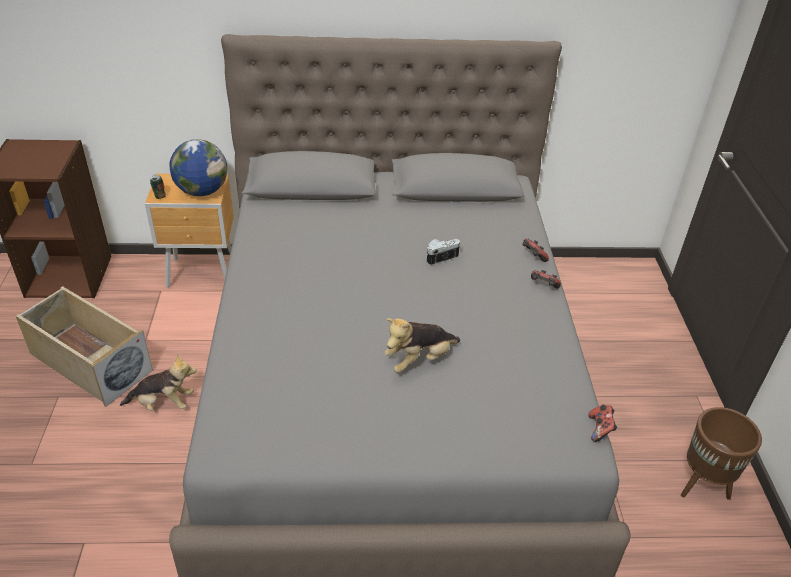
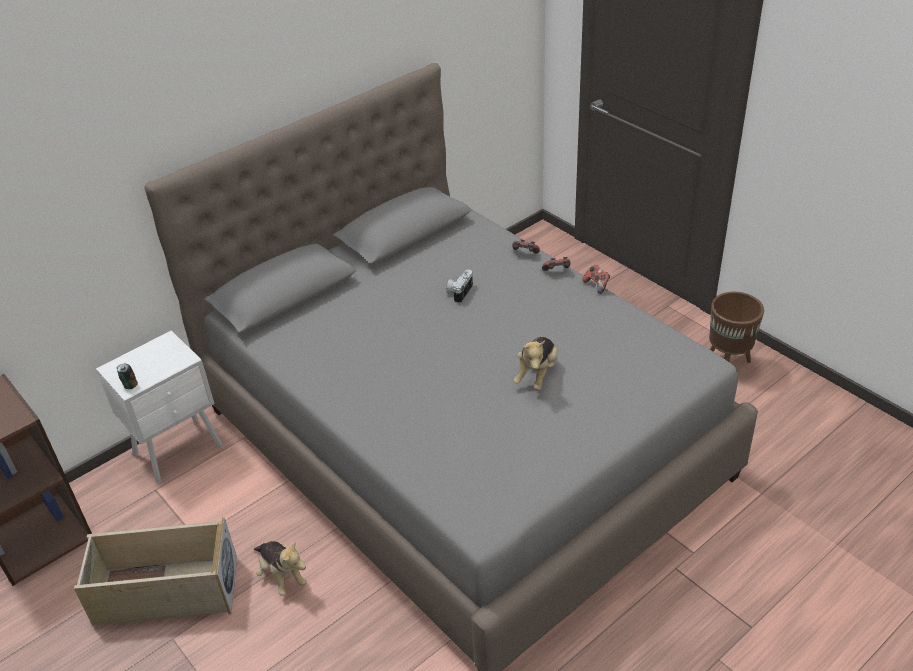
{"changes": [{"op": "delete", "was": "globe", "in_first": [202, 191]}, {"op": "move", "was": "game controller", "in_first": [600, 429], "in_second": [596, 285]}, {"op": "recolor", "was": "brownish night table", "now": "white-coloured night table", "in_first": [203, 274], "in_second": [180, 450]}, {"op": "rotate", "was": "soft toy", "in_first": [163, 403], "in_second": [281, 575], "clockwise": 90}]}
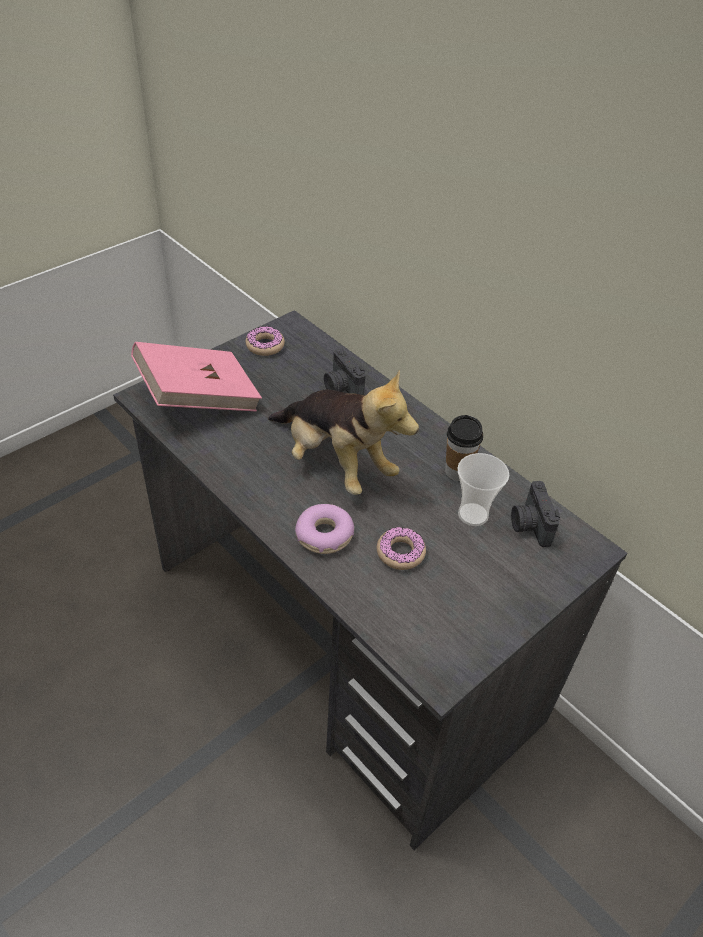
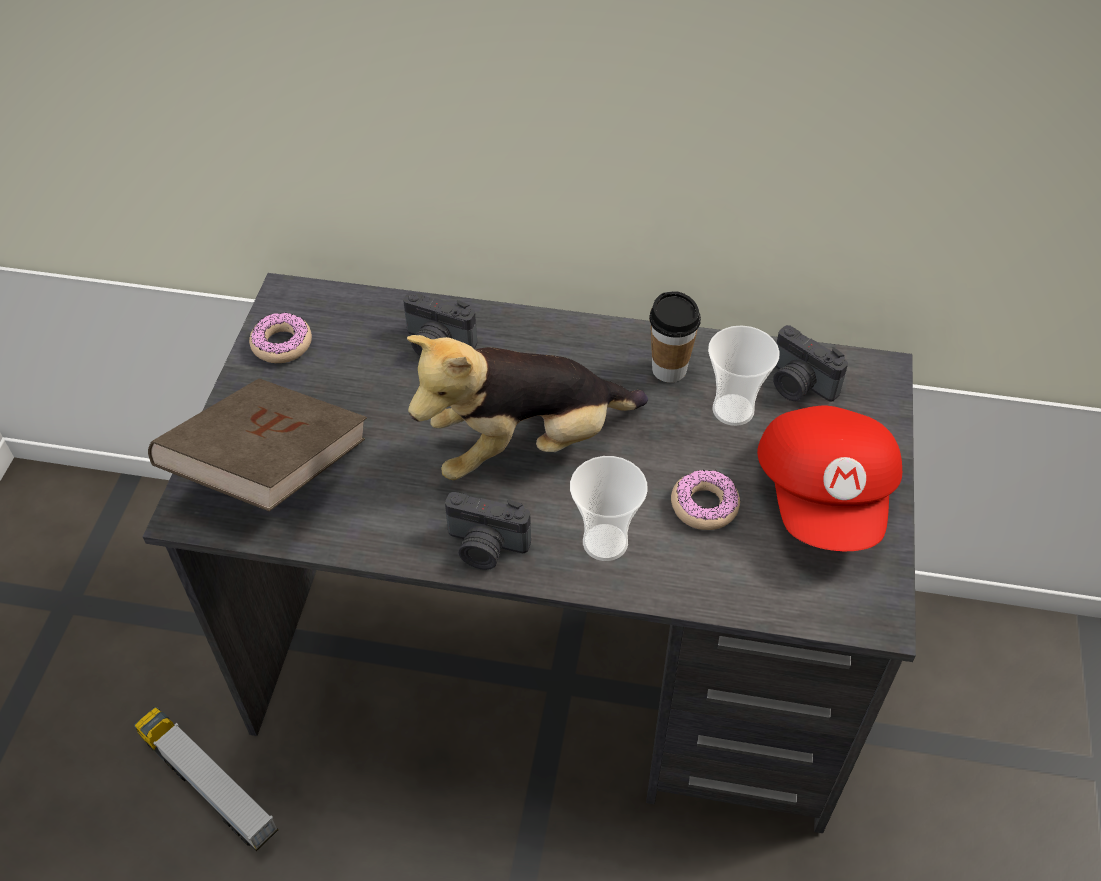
{"changes": [{"op": "insert", "now": "model truck", "in_second": [209, 786]}, {"op": "insert", "now": "still camera", "in_second": [485, 547]}, {"op": "insert", "now": "reddish cap", "in_second": [825, 496]}, {"op": "replace", "was": "doughnut", "now": "cup", "in_first": [324, 535], "in_second": [605, 542]}, {"op": "recolor", "was": "pink-coloured book", "now": "brownish book", "in_first": [198, 398], "in_second": [270, 468]}, {"op": "rotate", "was": "soft toy", "in_first": [335, 463], "in_second": [527, 445], "clockwise": 150}]}
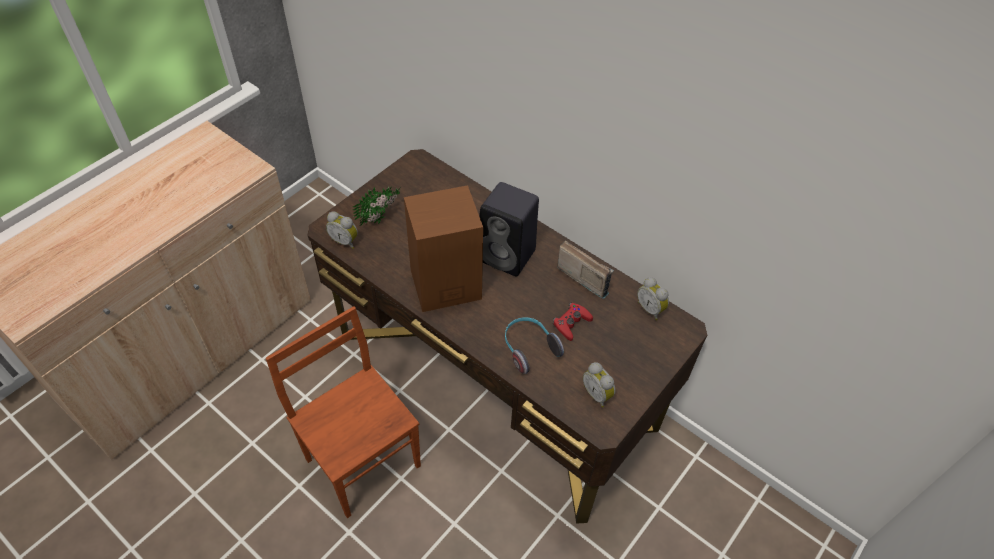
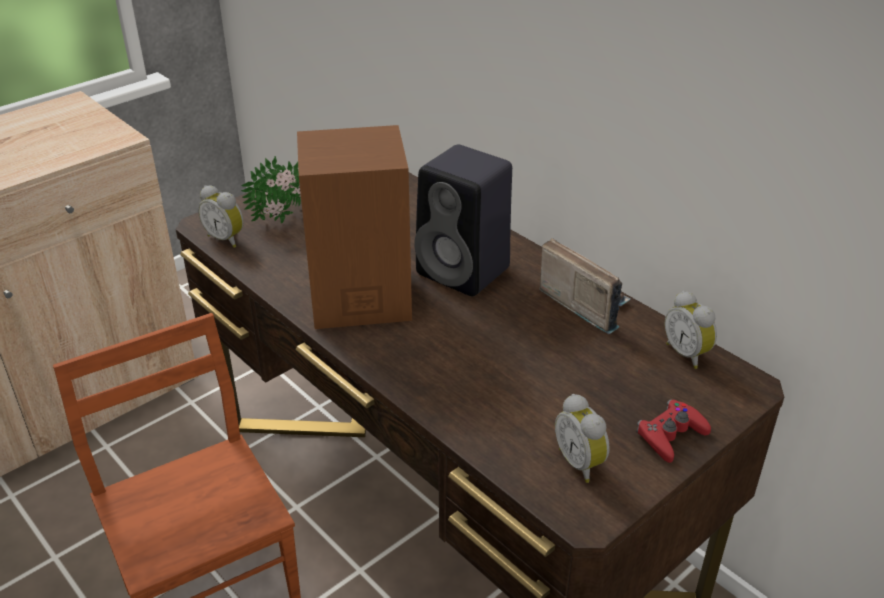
{"changes": [{"op": "delete", "was": "headset", "in_first": [529, 348]}, {"op": "move", "was": "reddish game controller", "in_first": [571, 323], "in_second": [671, 435]}]}
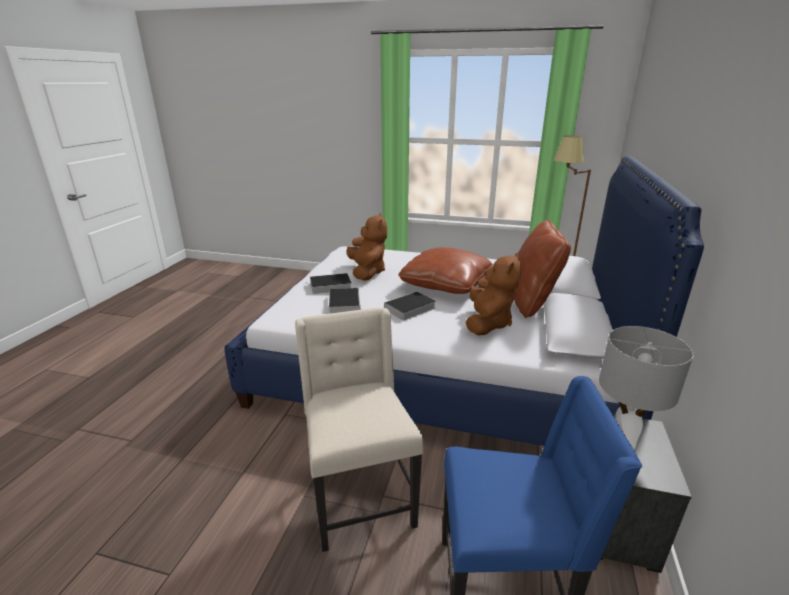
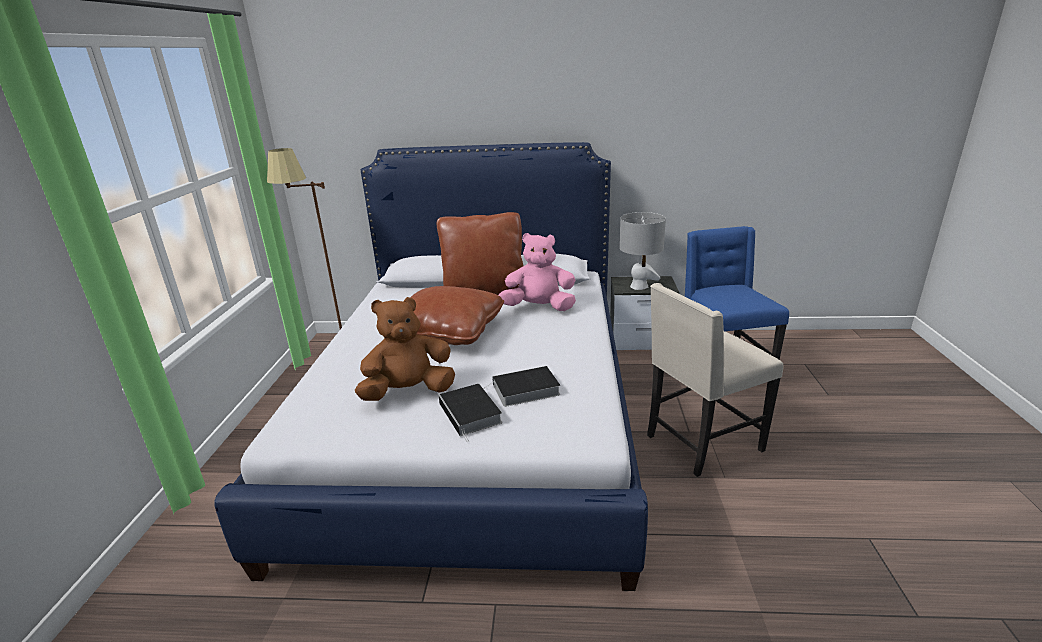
{"changes": [{"op": "delete", "was": "book", "in_first": [409, 309]}, {"op": "recolor", "was": "brownish soft toy", "now": "pink-coloured soft toy", "in_first": [488, 323], "in_second": [539, 307]}]}
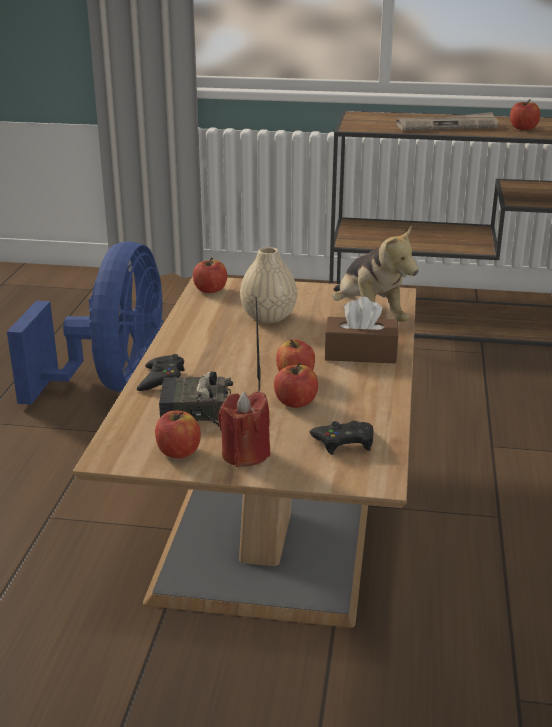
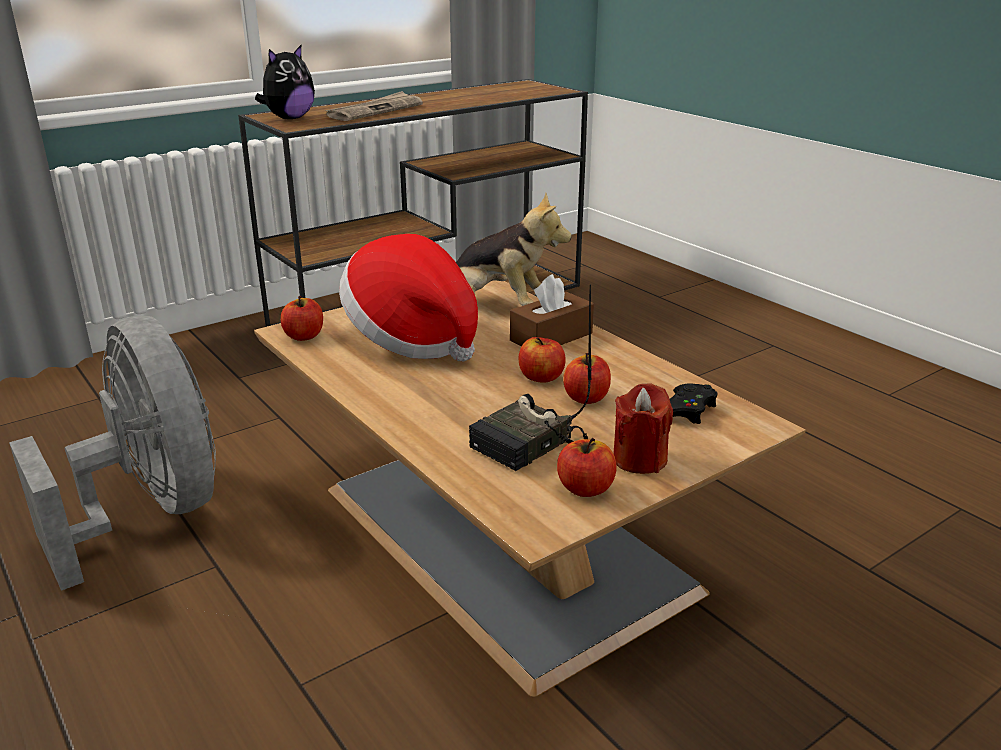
{"changes": [{"op": "delete", "was": "black-coloured game controller", "in_first": [162, 379]}, {"op": "delete", "was": "apple fruit", "in_first": [523, 128]}, {"op": "insert", "now": "soft toy", "in_second": [289, 118]}, {"op": "replace", "was": "beige vase", "now": "wearable hat", "in_first": [268, 317], "in_second": [412, 338]}, {"op": "recolor", "was": "bluish electric fan", "now": "greyish electric fan", "in_first": [113, 384], "in_second": [151, 511]}]}
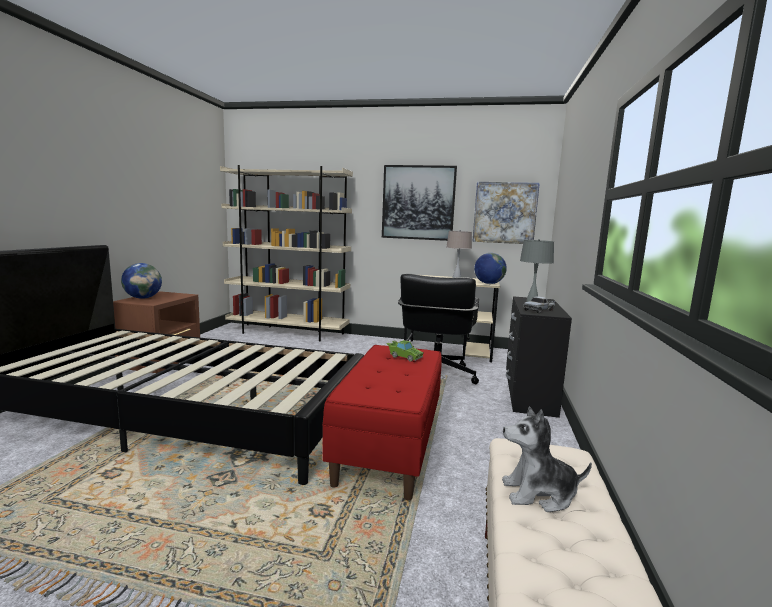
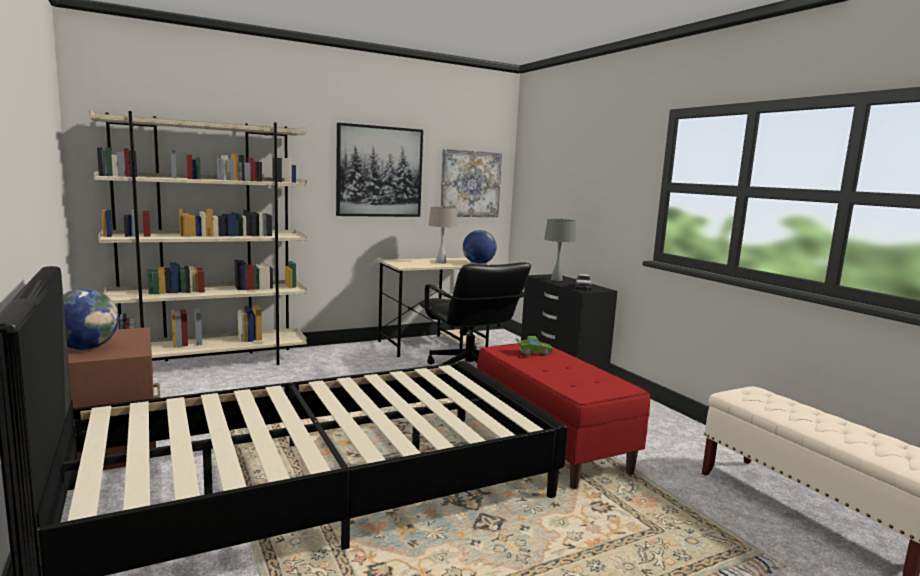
{"changes": [{"op": "delete", "was": "soft toy", "in_first": [539, 494]}]}
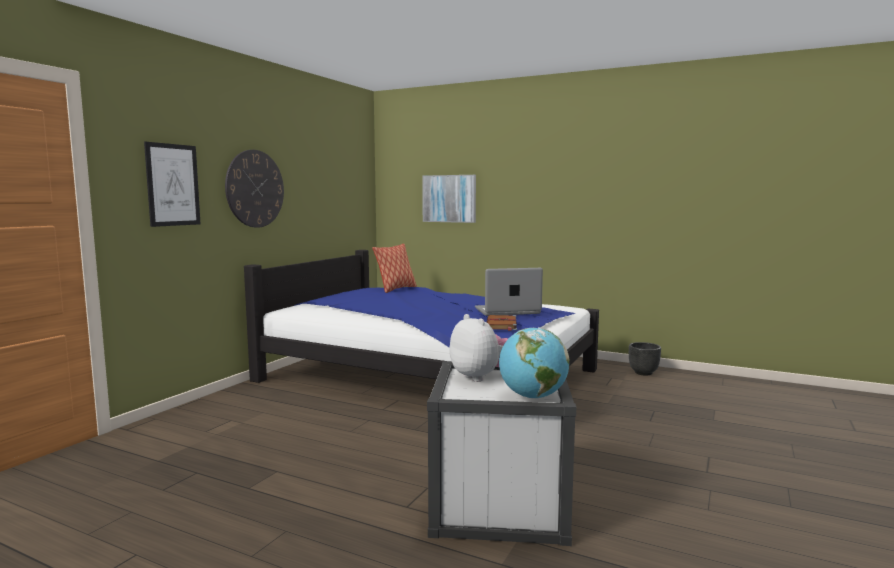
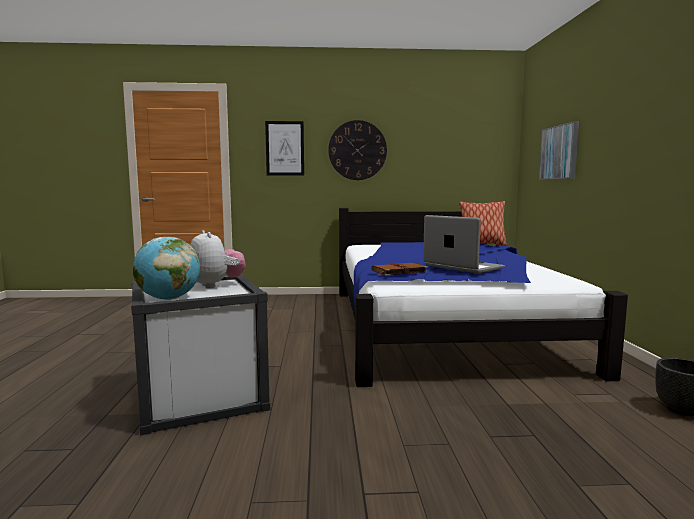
{"changes": [{"op": "rotate", "was": "soft toy", "in_first": [481, 377], "in_second": [216, 285], "clockwise": -60}]}
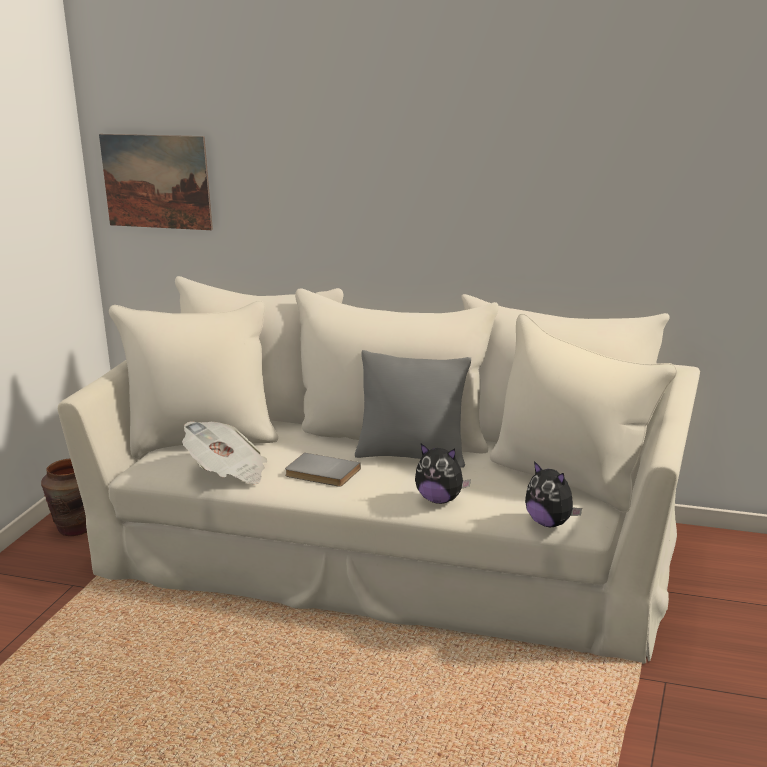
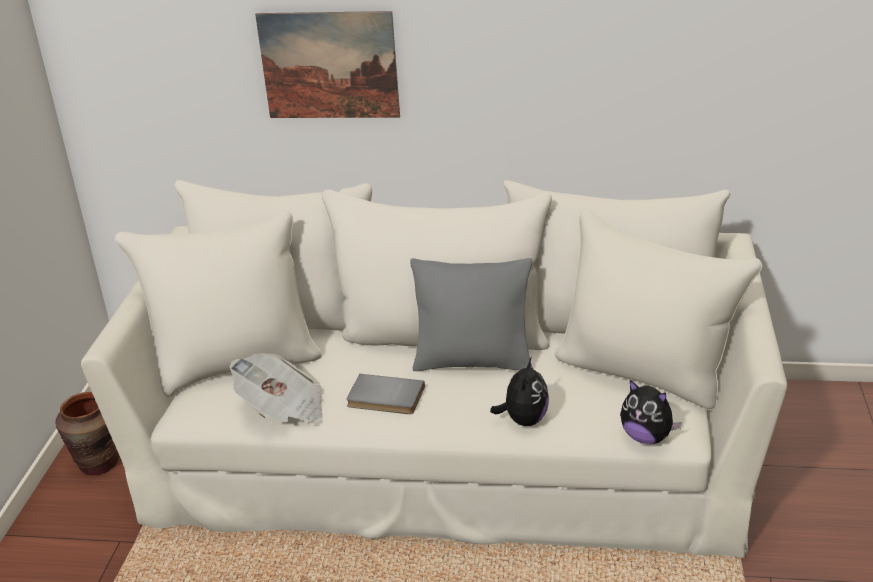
{"changes": [{"op": "move", "was": "picture", "in_first": [156, 181], "in_second": [329, 65]}, {"op": "rotate", "was": "soft toy", "in_first": [440, 500], "in_second": [524, 420], "clockwise": -90}]}
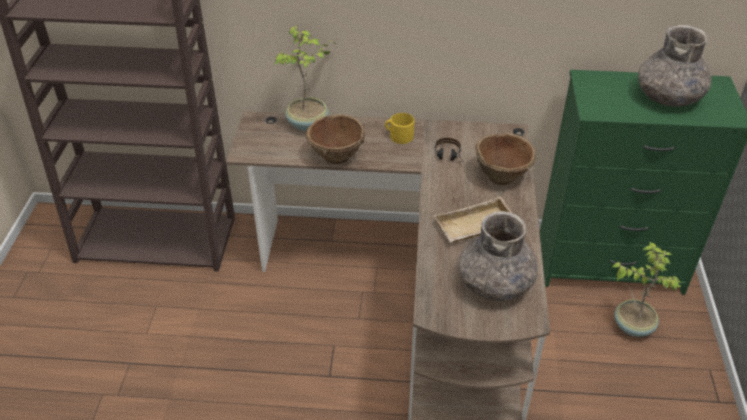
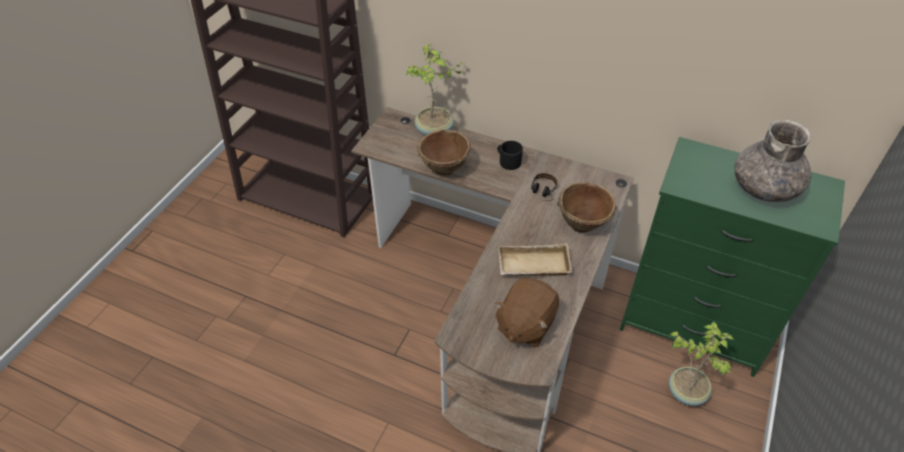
{"changes": [{"op": "replace", "was": "greyish vase", "now": "brownish soft toy", "in_first": [495, 283], "in_second": [525, 324]}, {"op": "recolor", "was": "yellow tea mug", "now": "black-coloured tea mug", "in_first": [398, 136], "in_second": [508, 161]}]}
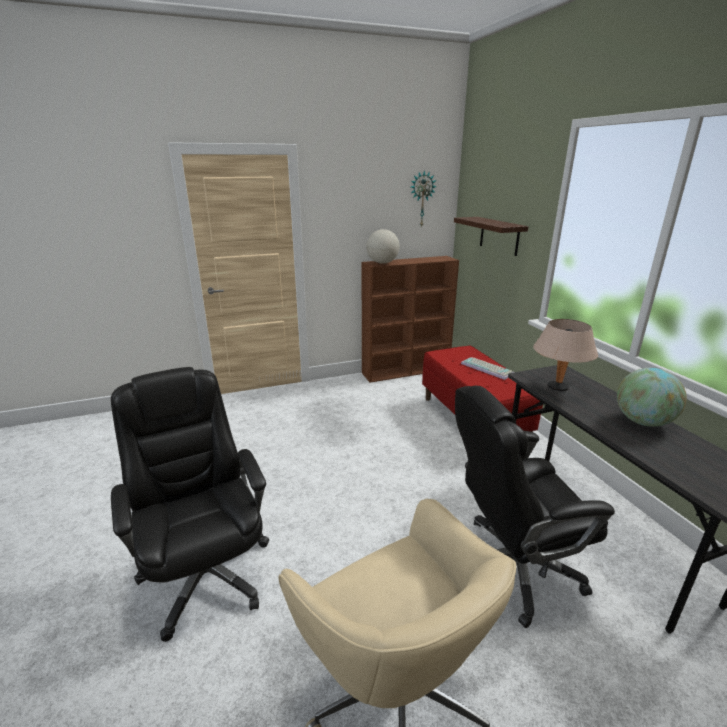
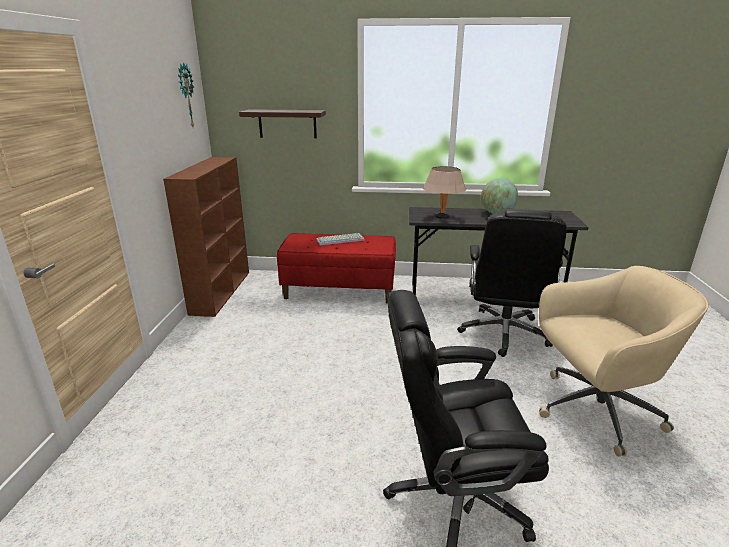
{"changes": [{"op": "delete", "was": "globe", "in_first": [382, 263]}]}
